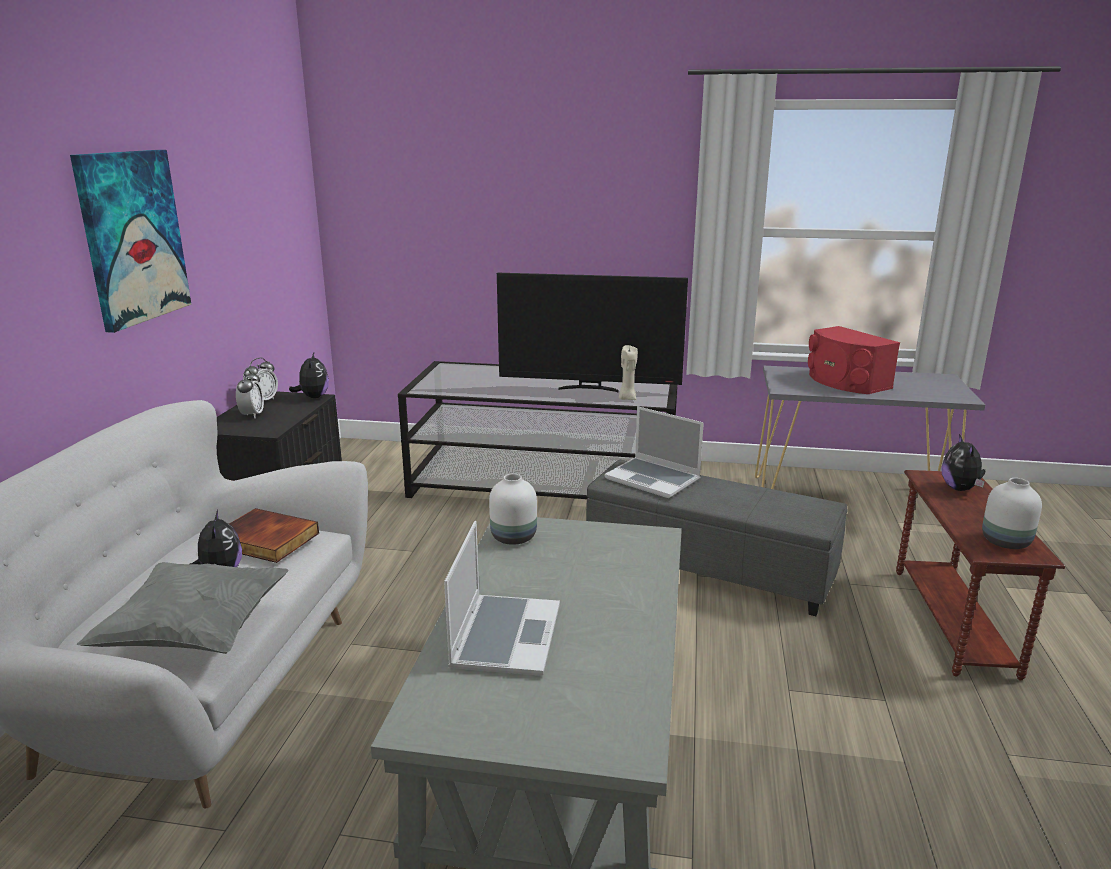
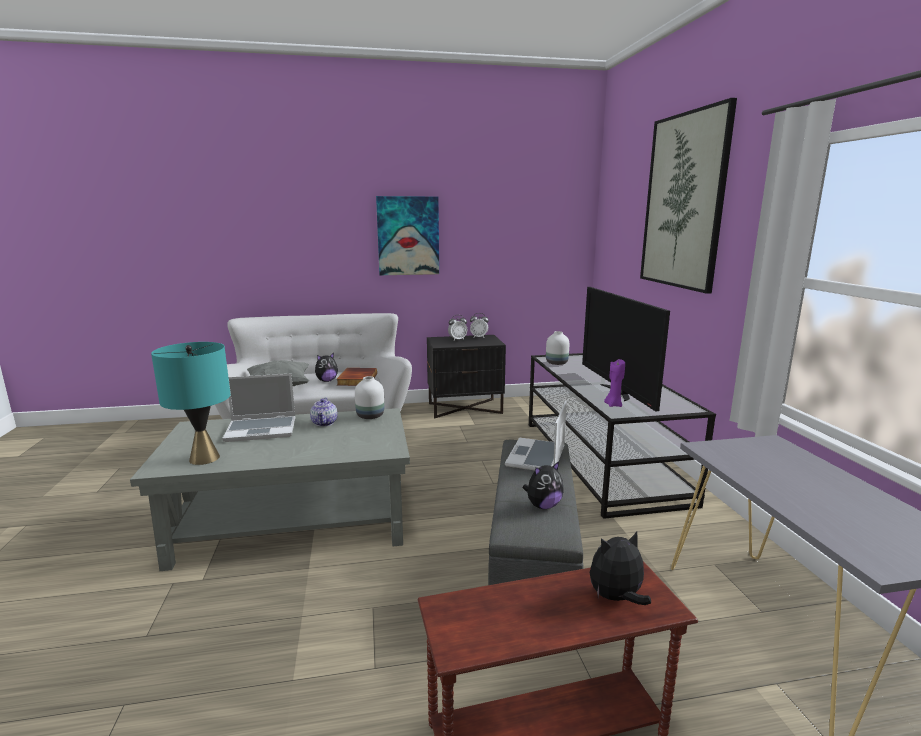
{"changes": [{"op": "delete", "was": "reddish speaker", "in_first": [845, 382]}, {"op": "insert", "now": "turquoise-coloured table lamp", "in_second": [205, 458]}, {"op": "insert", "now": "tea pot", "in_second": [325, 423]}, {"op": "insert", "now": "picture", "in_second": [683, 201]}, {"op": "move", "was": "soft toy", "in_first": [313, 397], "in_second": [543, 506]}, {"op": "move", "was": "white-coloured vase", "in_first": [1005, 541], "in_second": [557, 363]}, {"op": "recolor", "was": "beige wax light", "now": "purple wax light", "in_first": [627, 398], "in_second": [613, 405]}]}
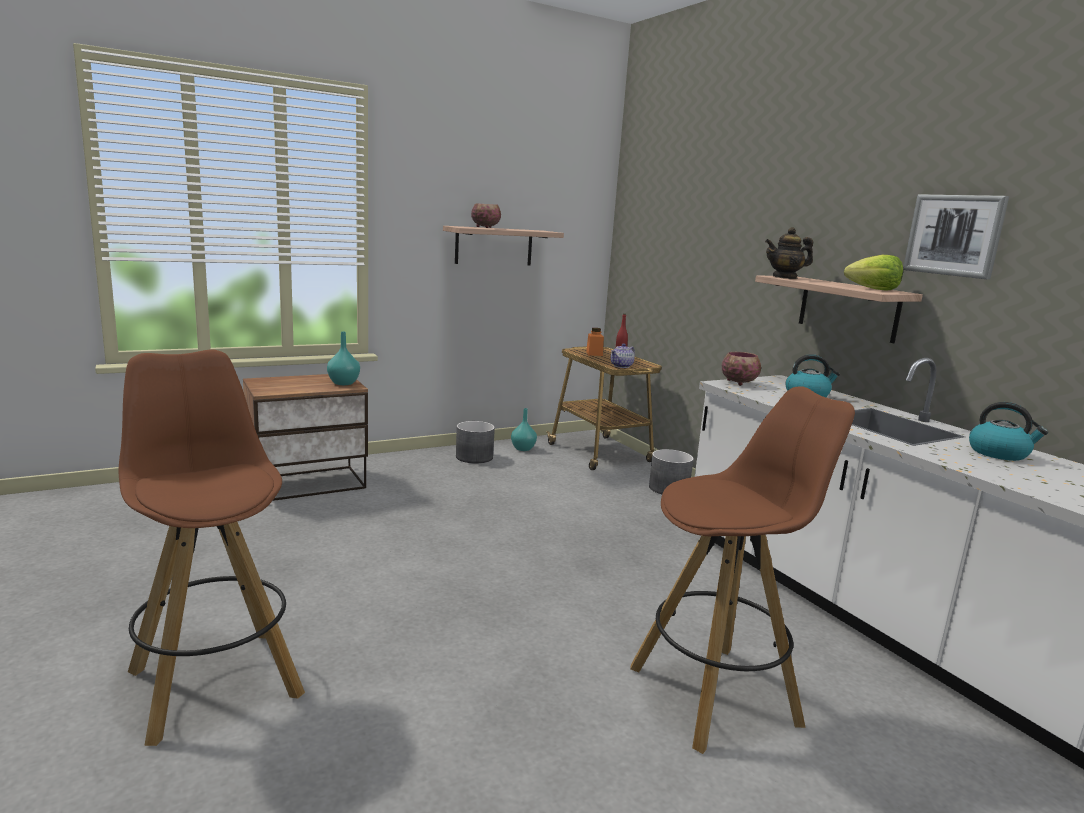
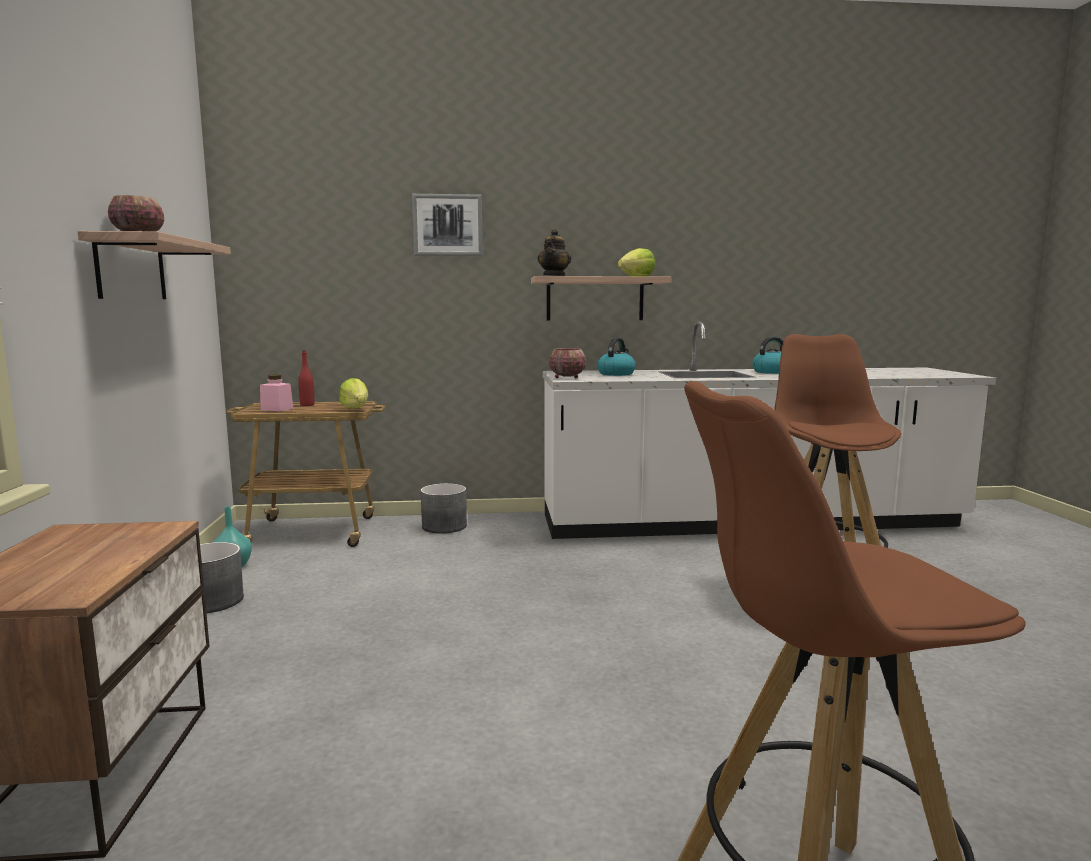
{"changes": [{"op": "delete", "was": "turquoise-coloured vase", "in_first": [344, 383]}, {"op": "move", "was": "picture", "in_first": [954, 235], "in_second": [448, 225]}, {"op": "replace", "was": "tea pot", "now": "lettuce", "in_first": [622, 366], "in_second": [356, 408]}, {"op": "recolor", "was": "orange preserve jar", "now": "pink-coloured preserve jar", "in_first": [594, 353], "in_second": [277, 409]}]}
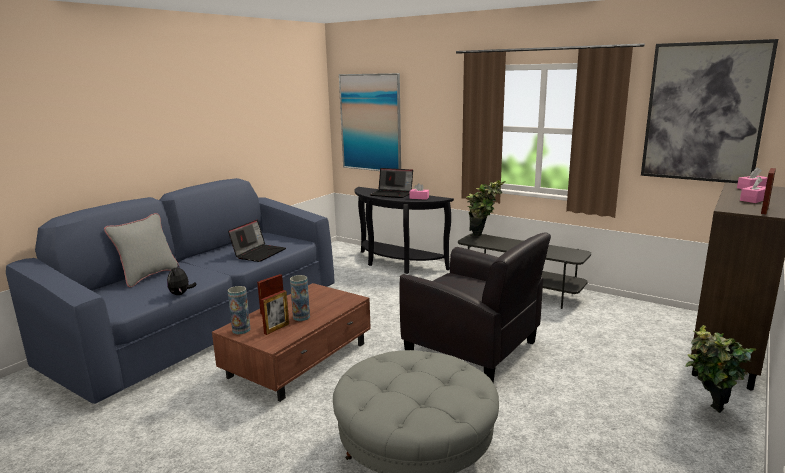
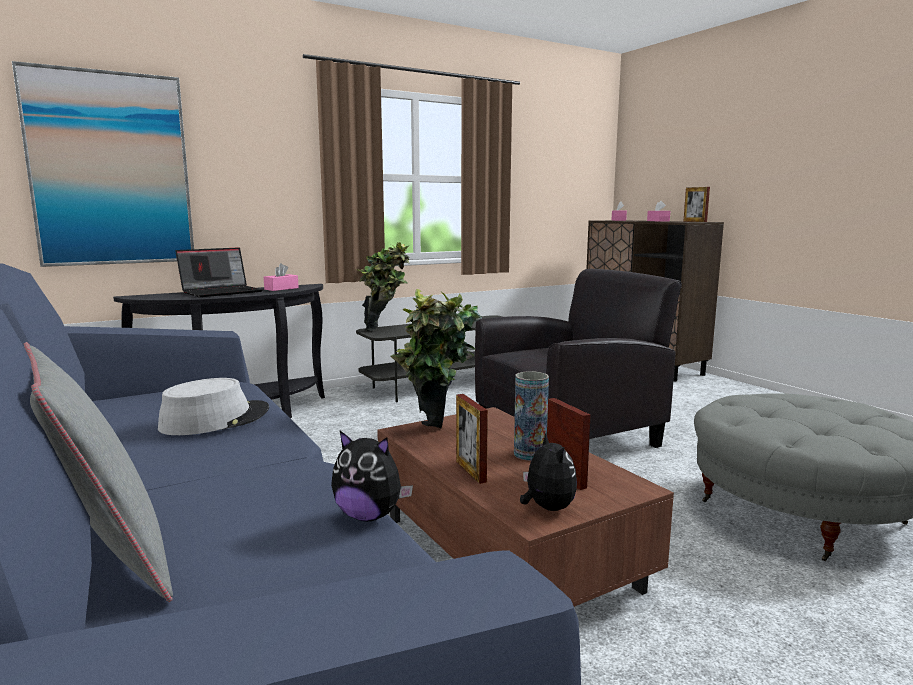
{"changes": [{"op": "delete", "was": "picture", "in_first": [704, 112]}, {"op": "move", "was": "potted plant", "in_first": [707, 414], "in_second": [435, 435]}, {"op": "replace", "was": "laptop", "now": "greyish wearable hat", "in_first": [259, 253], "in_second": [215, 419]}, {"op": "replace", "was": "vase", "now": "soft toy", "in_first": [241, 330], "in_second": [547, 508]}]}
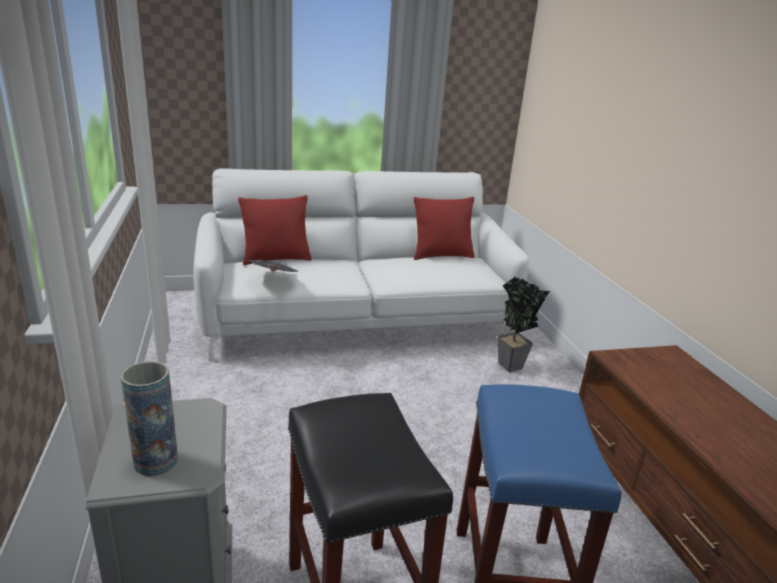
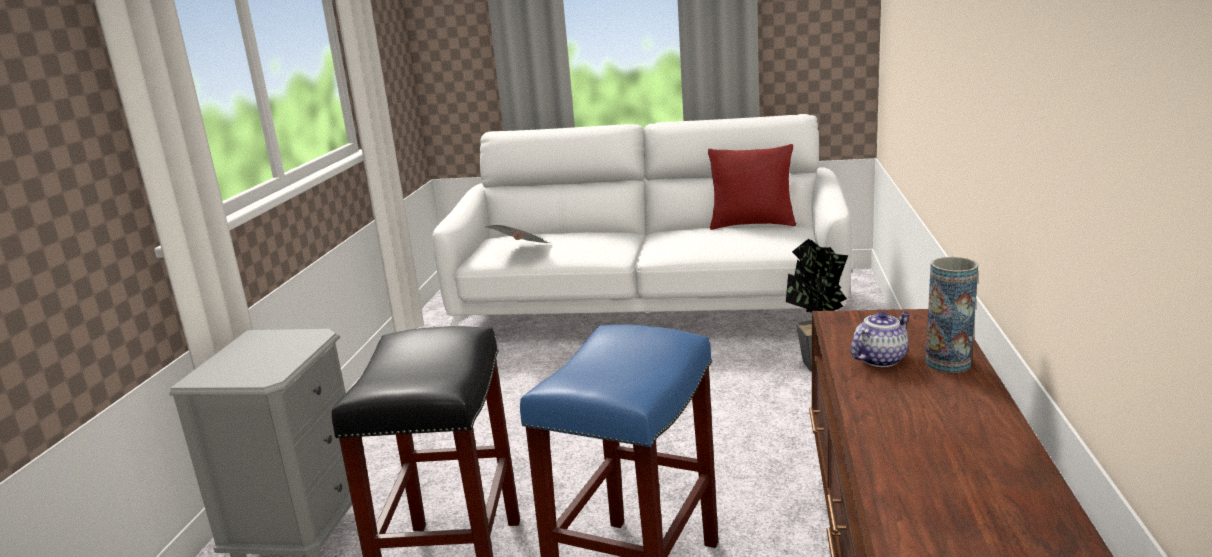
{"changes": [{"op": "delete", "was": "reddish throw pillow", "in_first": [276, 259]}, {"op": "insert", "now": "tea pot", "in_second": [880, 359]}, {"op": "move", "was": "vase", "in_first": [156, 461], "in_second": [948, 363]}]}
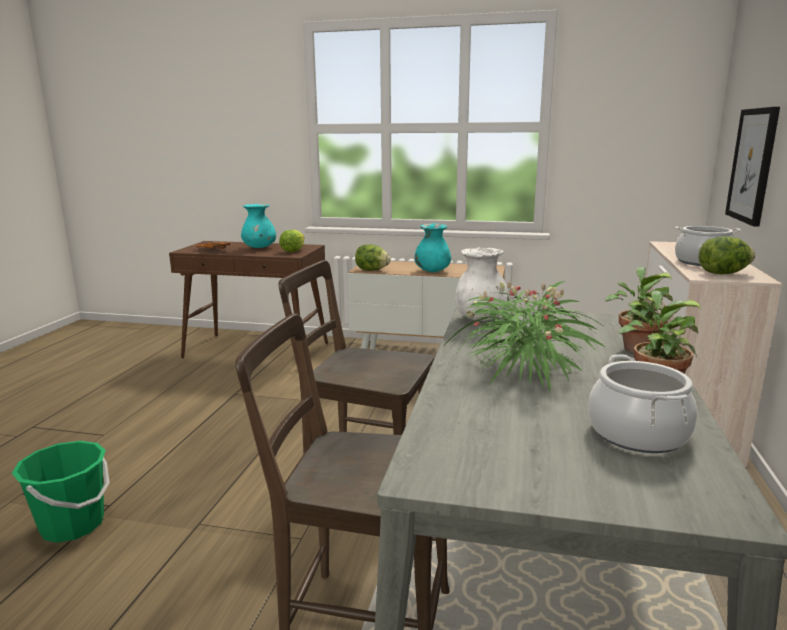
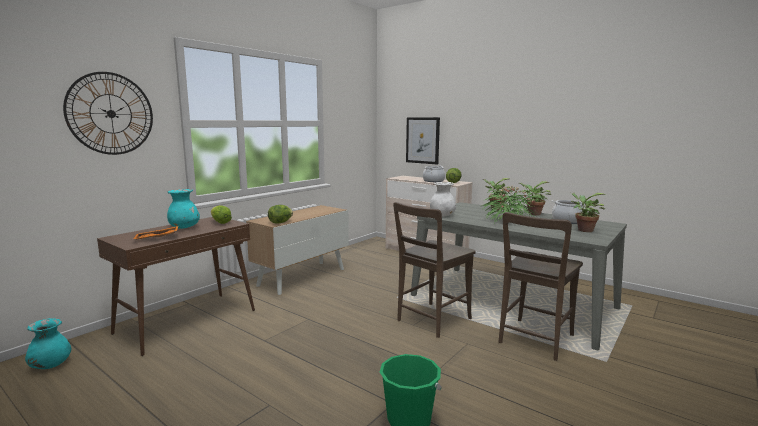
{"changes": [{"op": "insert", "now": "wall clock", "in_second": [111, 114]}, {"op": "insert", "now": "potted plant", "in_second": [583, 230]}, {"op": "move", "was": "turquoise-coloured vase", "in_first": [432, 271], "in_second": [50, 365]}]}
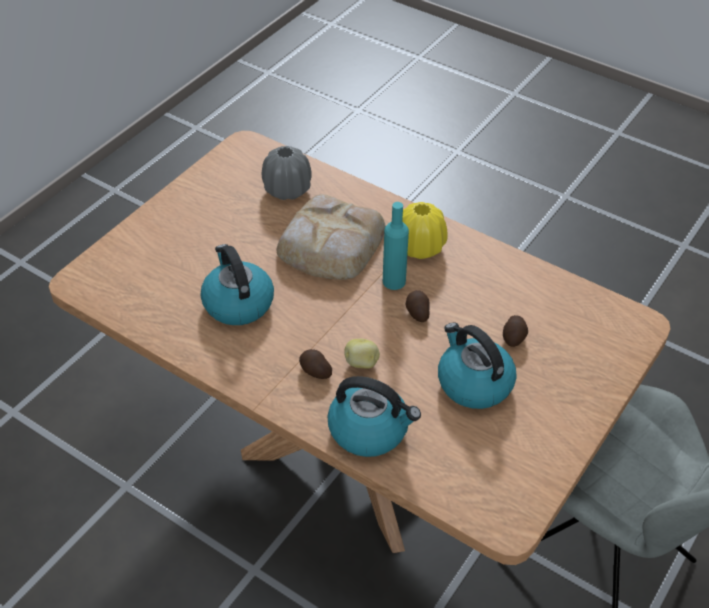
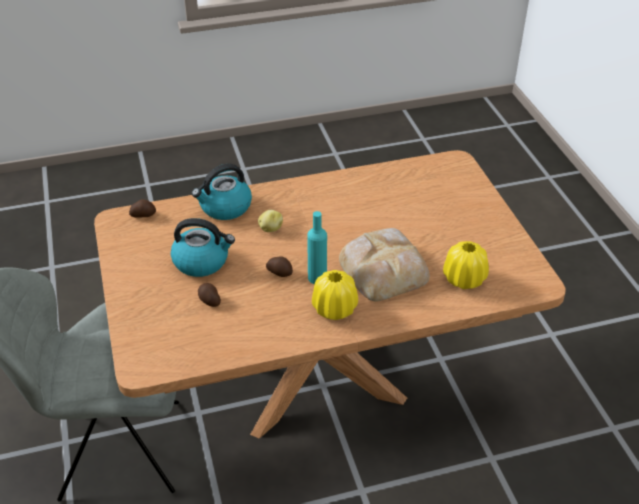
{"changes": [{"op": "delete", "was": "water kettle", "in_first": [237, 303]}, {"op": "move", "was": "spud", "in_first": [315, 371], "in_second": [143, 215]}, {"op": "recolor", "was": "greyish vase", "now": "yellow vase", "in_first": [287, 190], "in_second": [464, 279]}]}
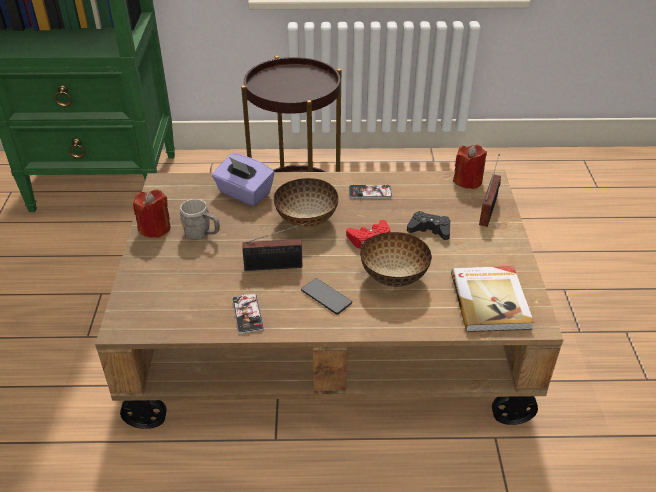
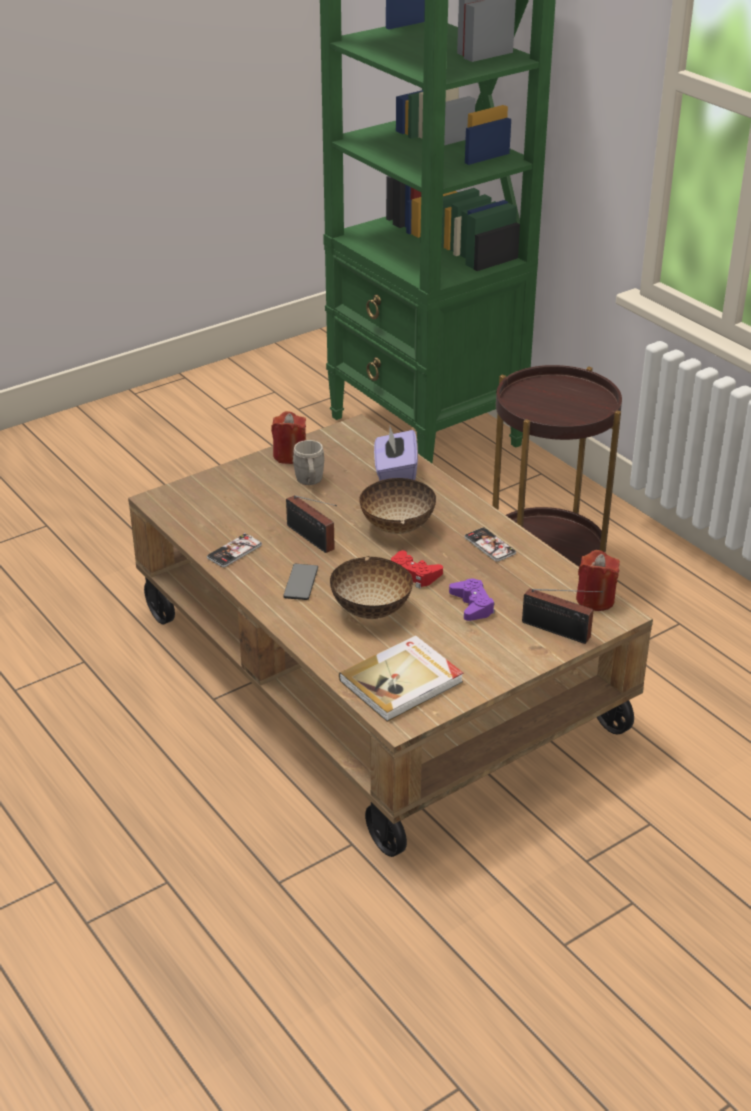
{"changes": [{"op": "recolor", "was": "black-coloured game controller", "now": "purple game controller", "in_first": [429, 230], "in_second": [472, 605]}, {"op": "rotate", "was": "radio", "in_first": [489, 209], "in_second": [559, 632], "clockwise": 45}]}
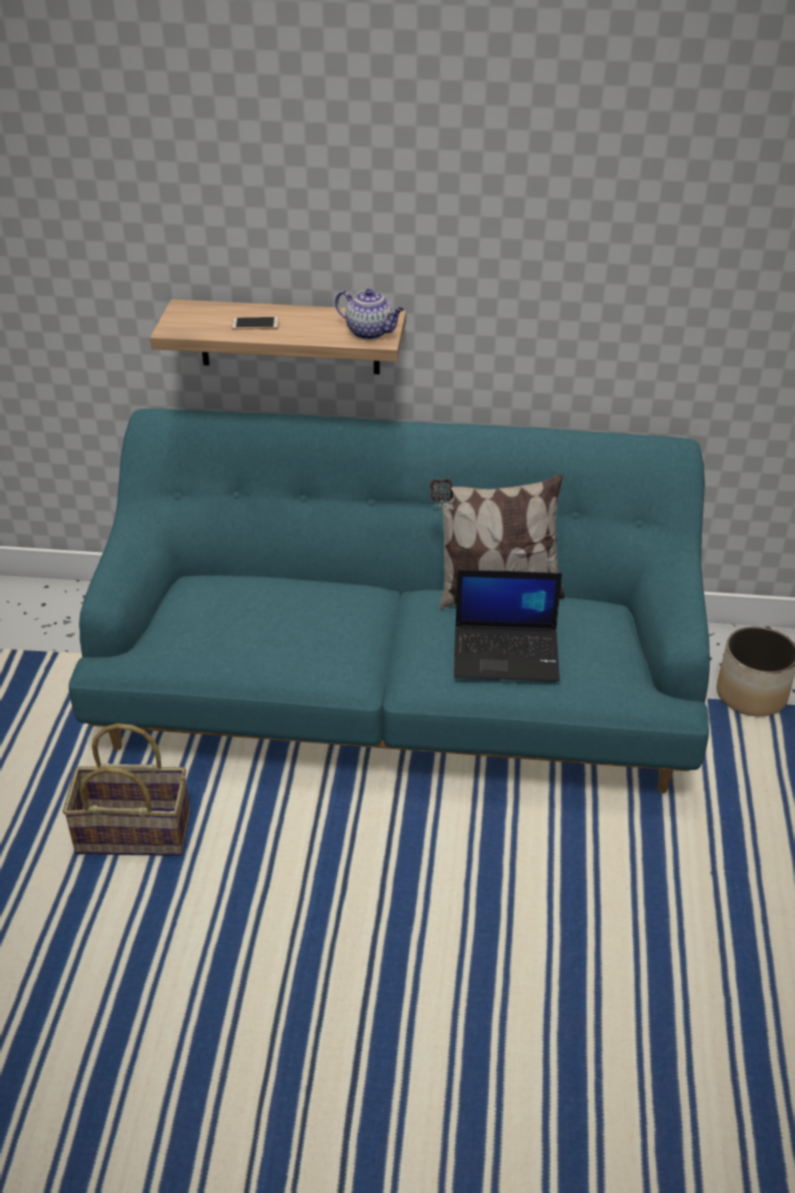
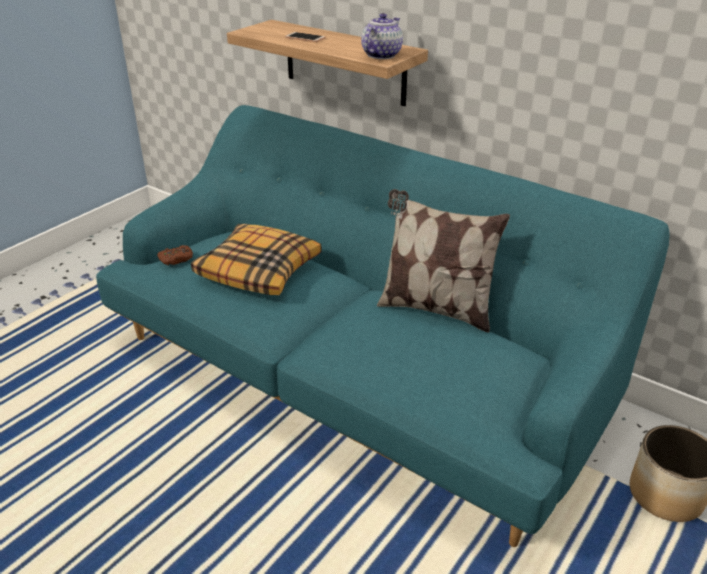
{"changes": [{"op": "delete", "was": "household basket", "in_first": [135, 831]}, {"op": "delete", "was": "laptop", "in_first": [507, 653]}, {"op": "insert", "now": "brownish game controller", "in_second": [176, 259]}, {"op": "insert", "now": "throw pillow", "in_second": [259, 270]}, {"op": "rotate", "was": "tea pot", "in_first": [370, 332], "in_second": [381, 55], "clockwise": -120}]}
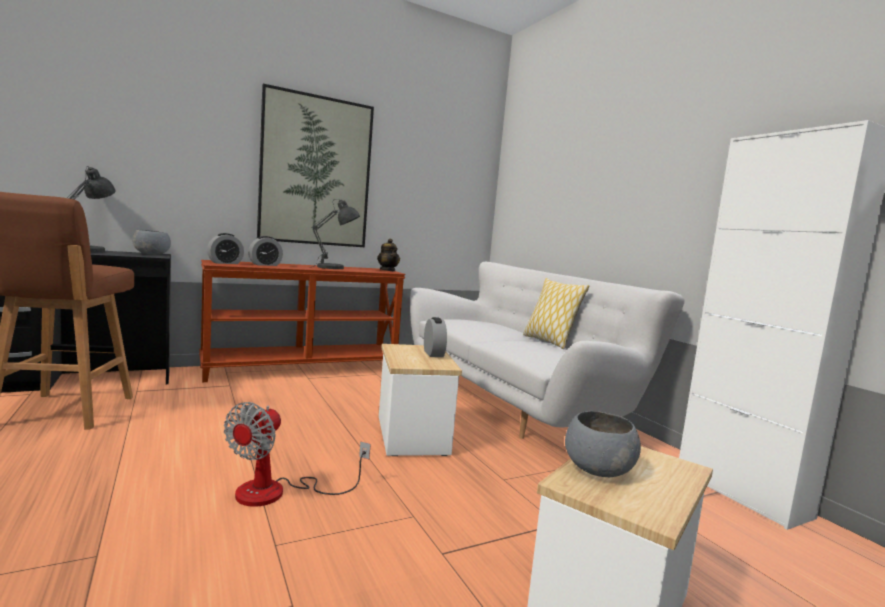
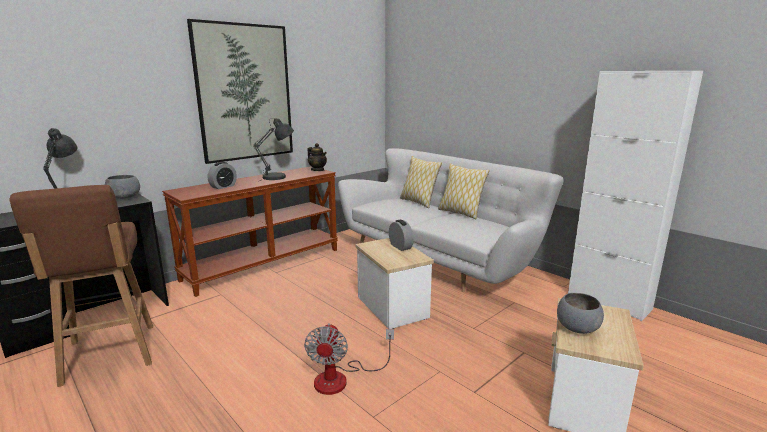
{"changes": [{"op": "delete", "was": "table clock", "in_first": [225, 263]}, {"op": "insert", "now": "throw pillow", "in_second": [418, 202]}]}
